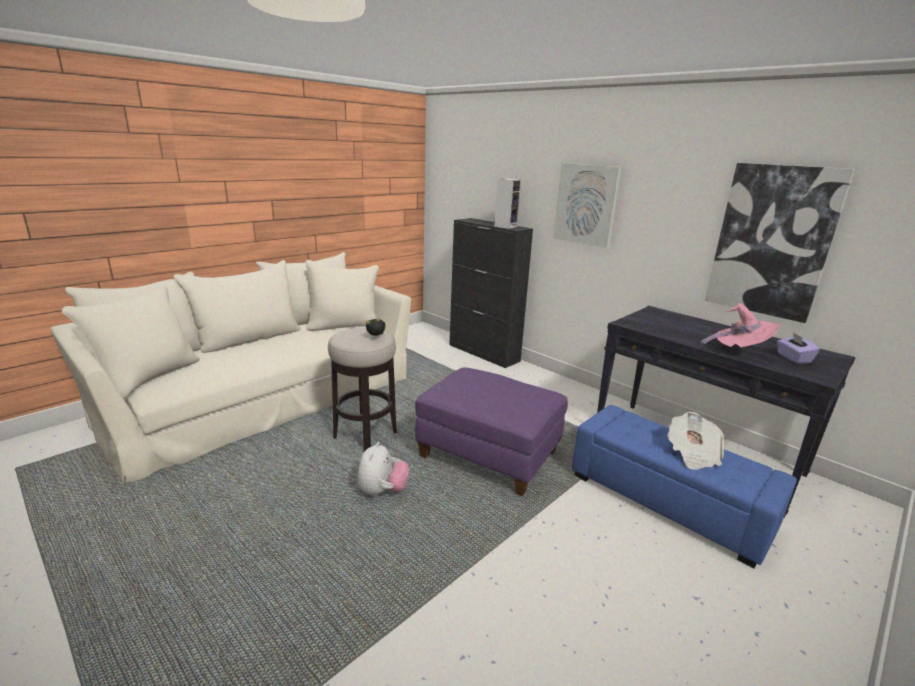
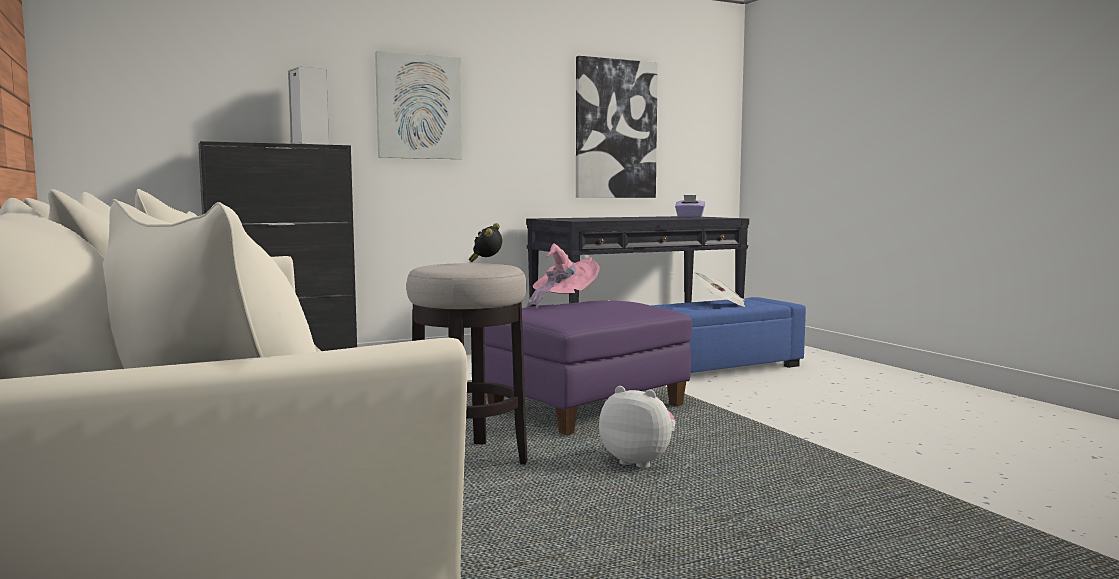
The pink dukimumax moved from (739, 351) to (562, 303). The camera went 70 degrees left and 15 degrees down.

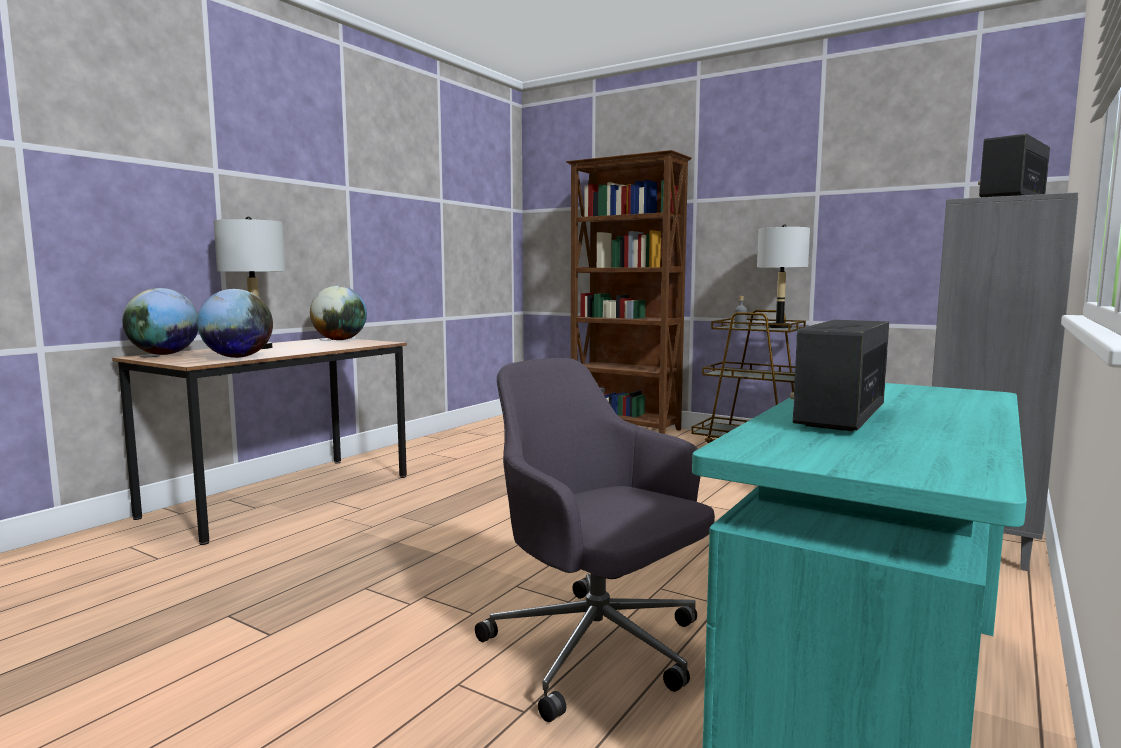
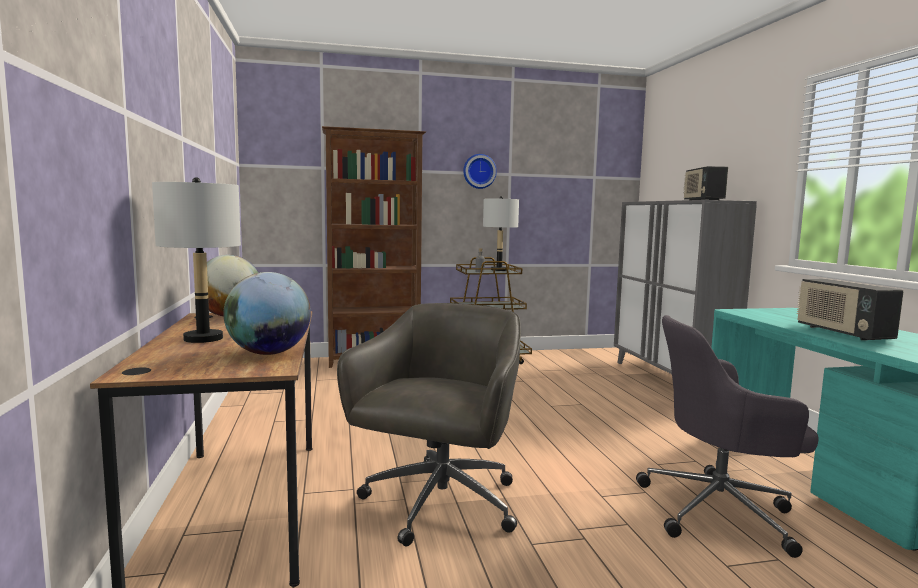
The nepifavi at (164, 354) disappeared. The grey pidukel at (439, 505) appeared. The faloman at (479, 171) appeared. The camera went 45 degrees left and 0 degrees up.

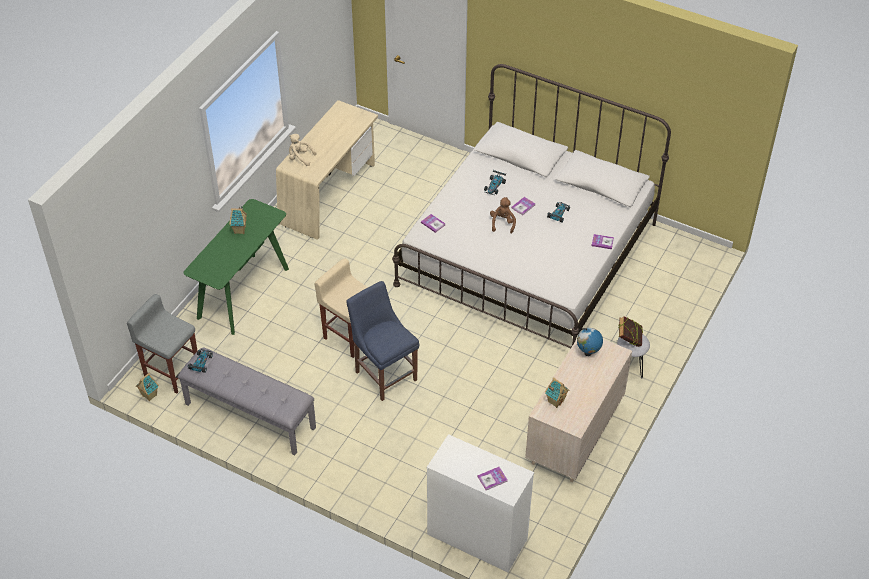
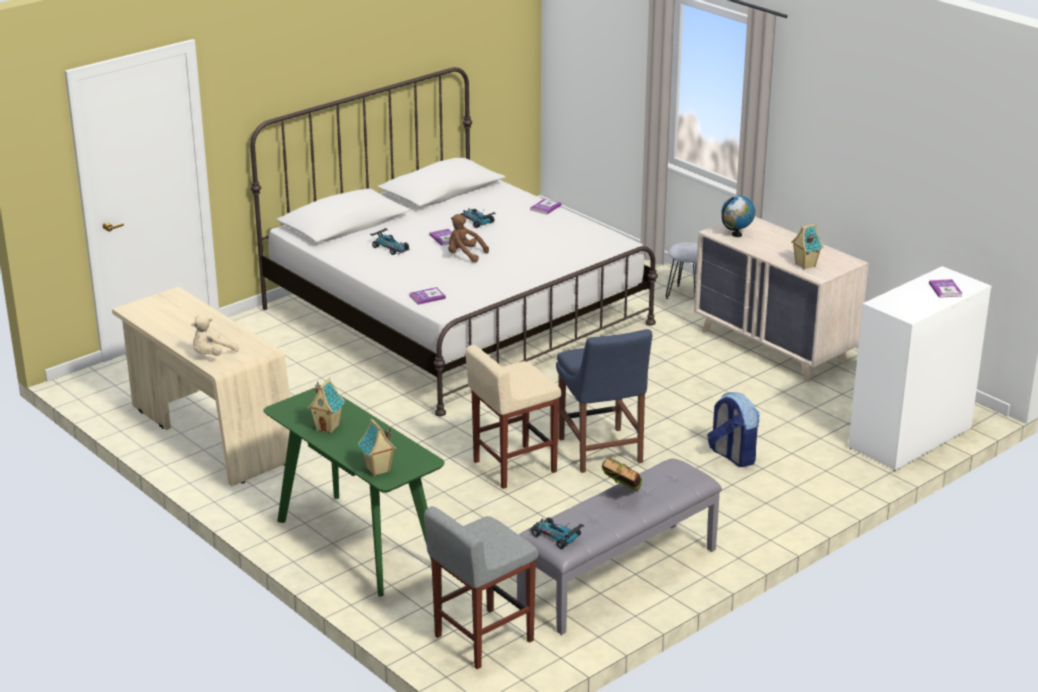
The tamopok moved from (149, 396) to (378, 470). The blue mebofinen at (384, 373) turned 90 degrees counterclockwise. The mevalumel moved from (629, 340) to (621, 494). The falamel at (732, 456) appeared. The camera went 70 degrees left and 20 degrees down.

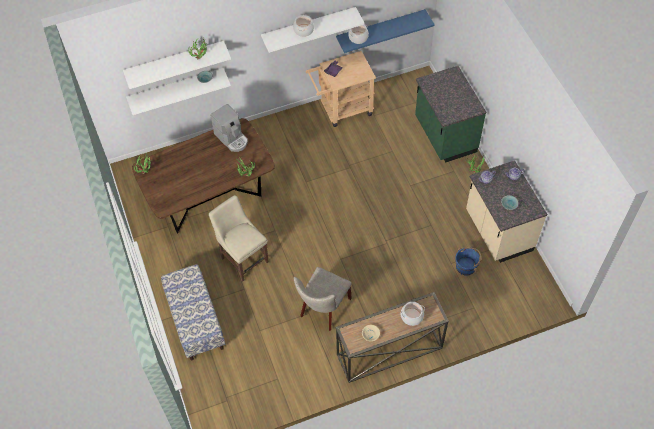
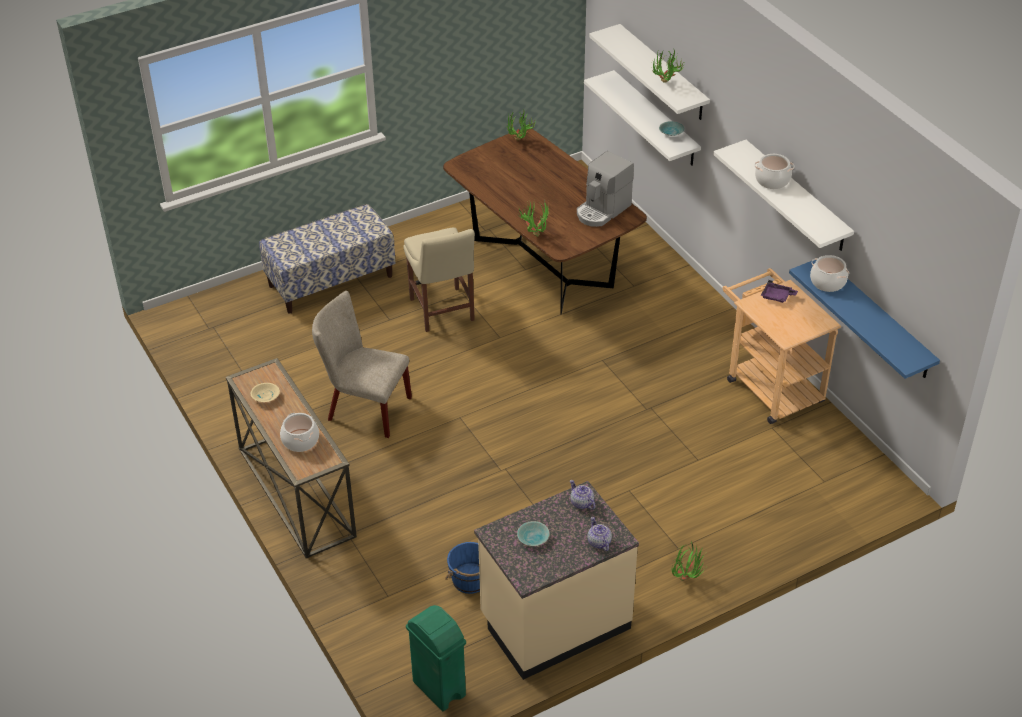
The beige mebofinen at (243, 258) turned 120 degrees clockwise. The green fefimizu at (444, 136) disappeared. The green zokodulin at (439, 689) appeared. The camera went 80 degrees right and 15 degrees down.

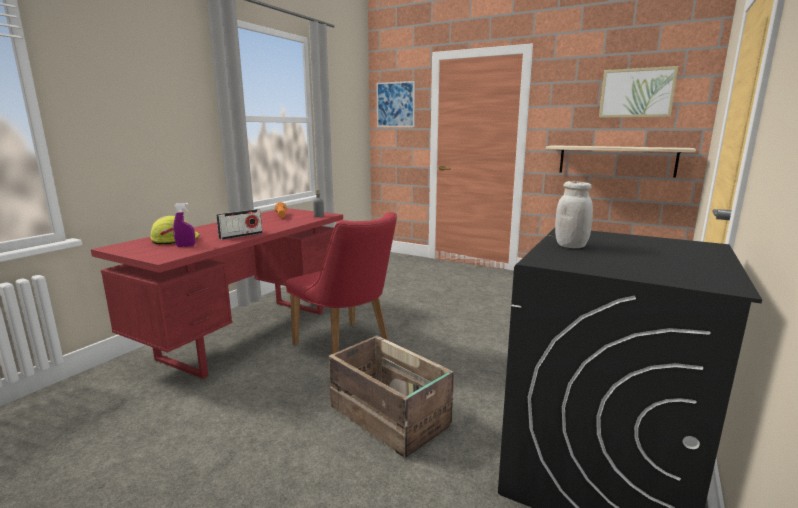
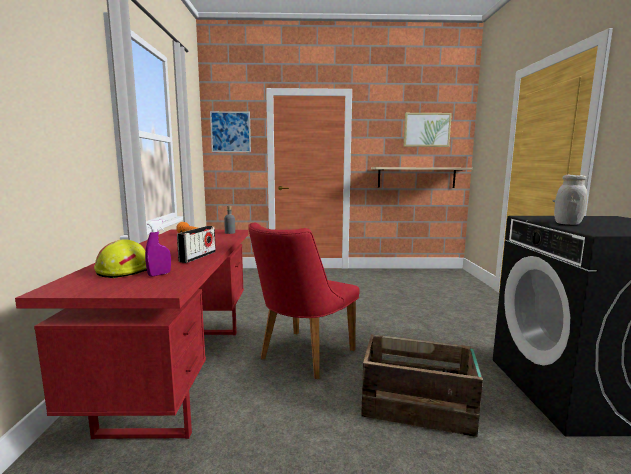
The red mebofinen at (347, 346) turned 105 degrees clockwise. The camera went 30 degrees left and 5 degrees down.

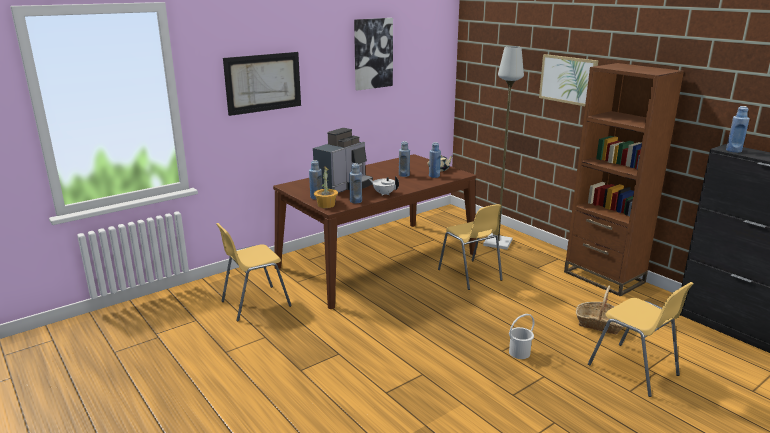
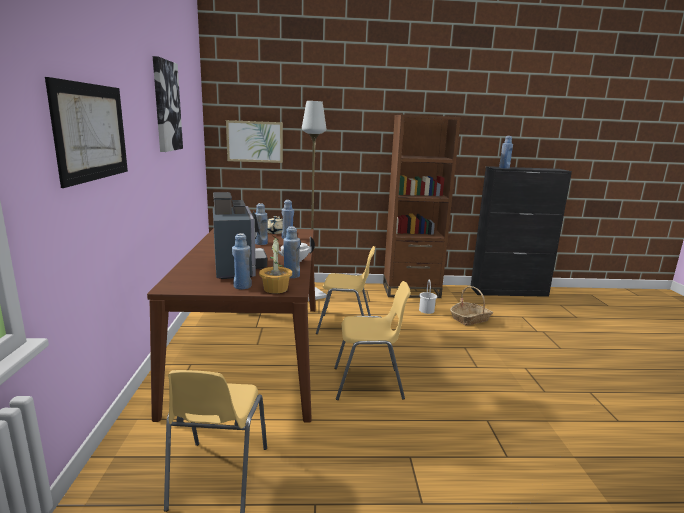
The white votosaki moved from (519, 352) to (426, 310). The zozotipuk moved from (568, 79) to (255, 141). The yellow mebofinen moved from (634, 370) to (368, 384). The camera went 55 degrees left and 5 degrees down.

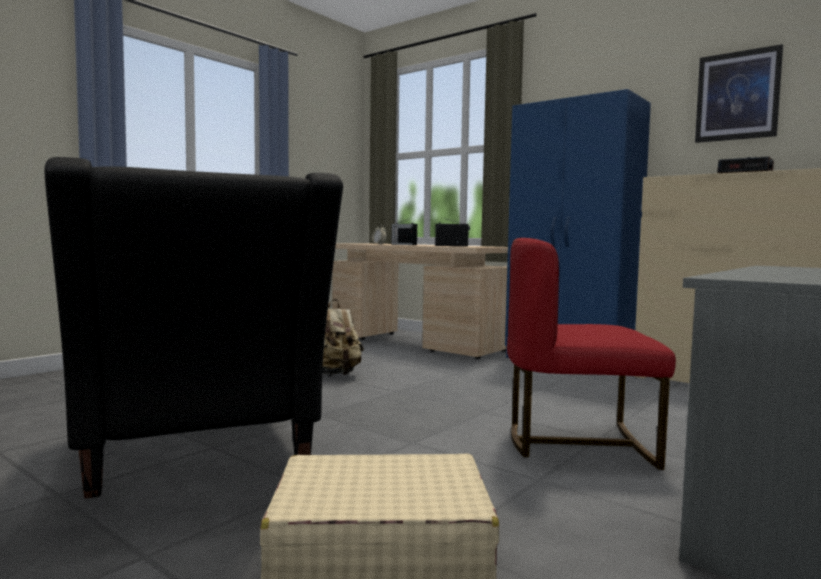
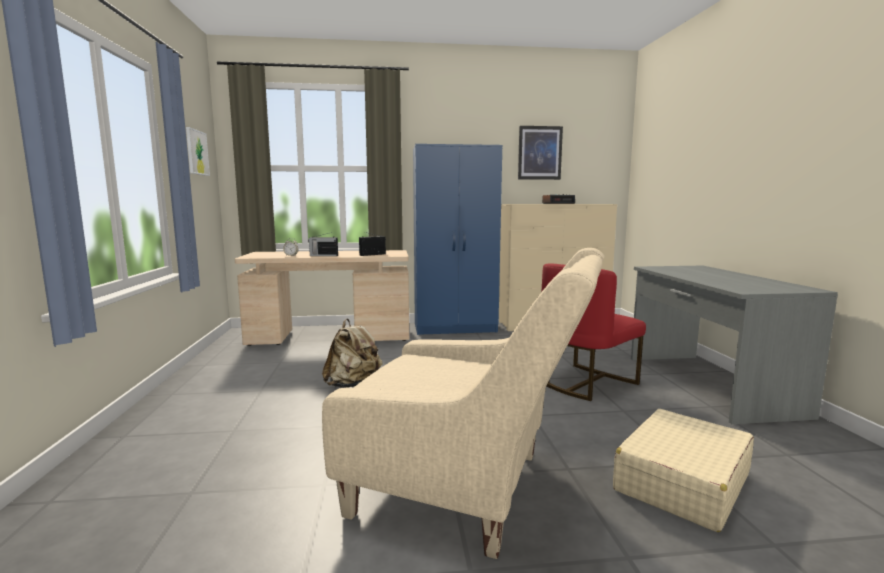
The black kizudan at (199, 460) became the beige kizudan at (471, 489). The zozotipuk at (197, 152) appeared. The camera went 45 degrees left and 5 degrees up.

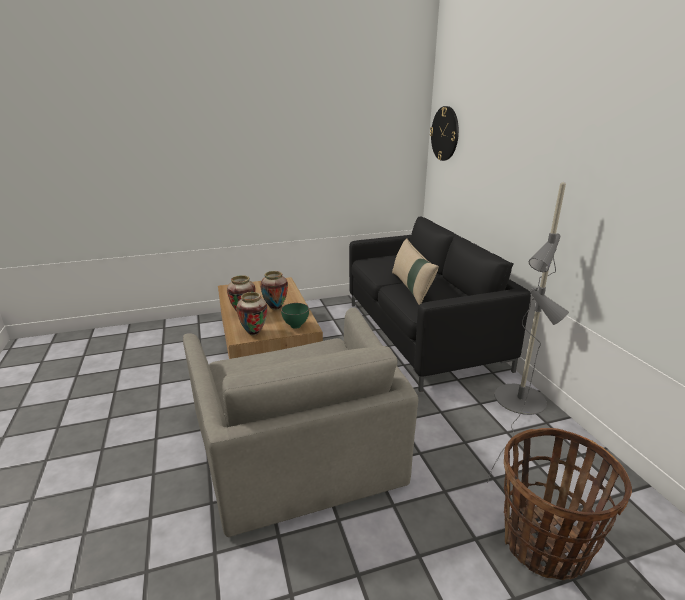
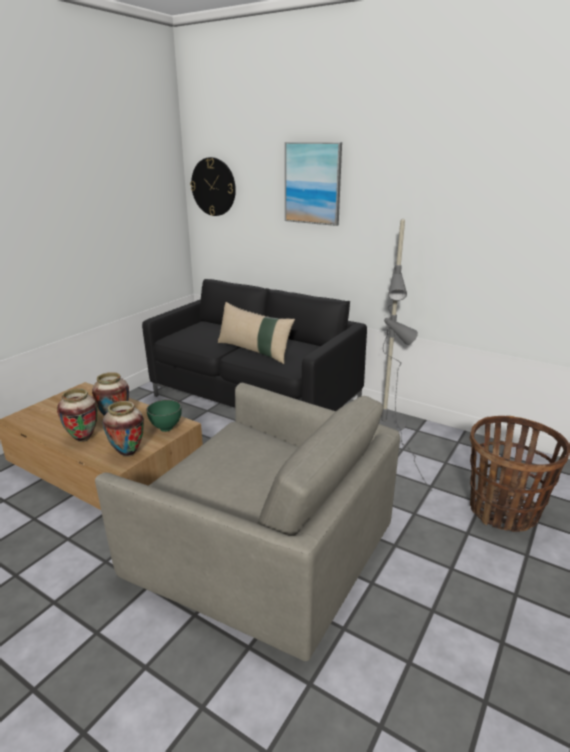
The zozotipuk at (313, 183) appeared. The camera went 40 degrees left and 0 degrees up.

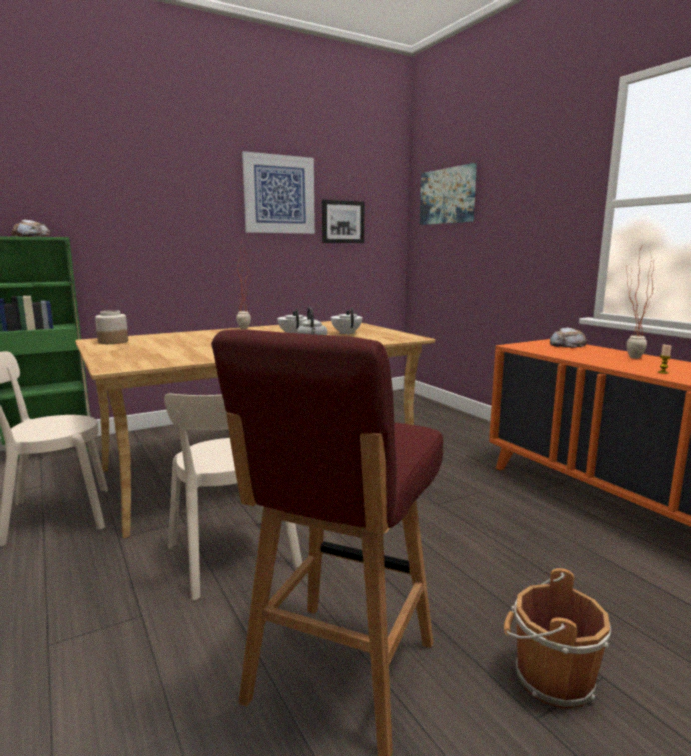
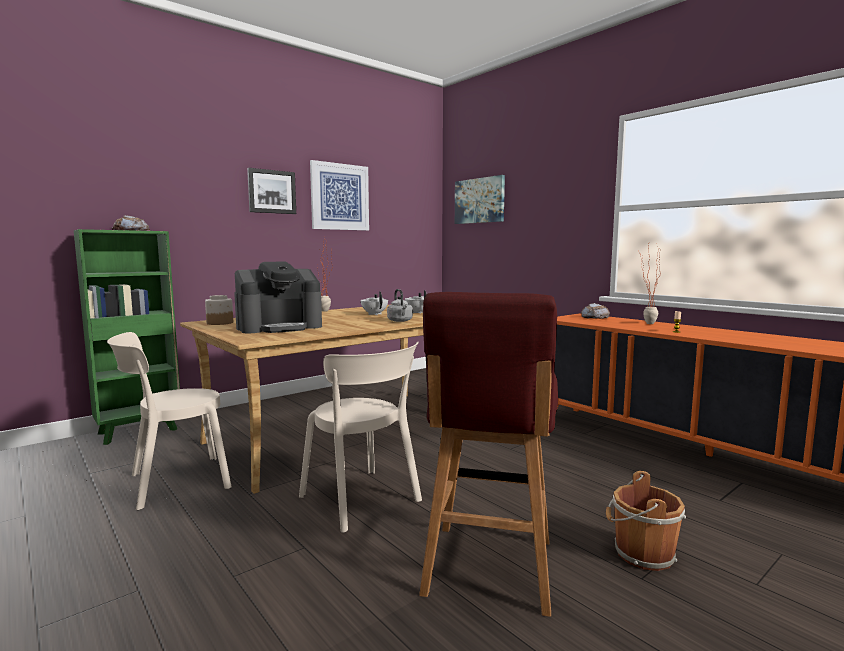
The zozotipuk moved from (342, 222) to (271, 191). The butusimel at (279, 327) appeared. The camera went 10 degrees left and 5 degrees down.

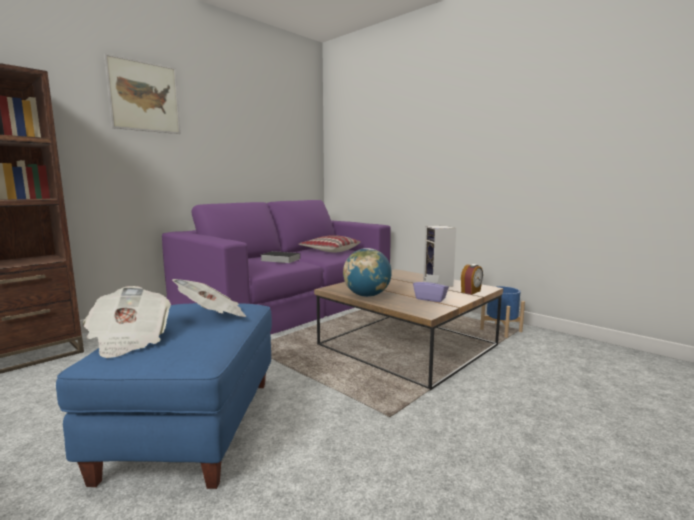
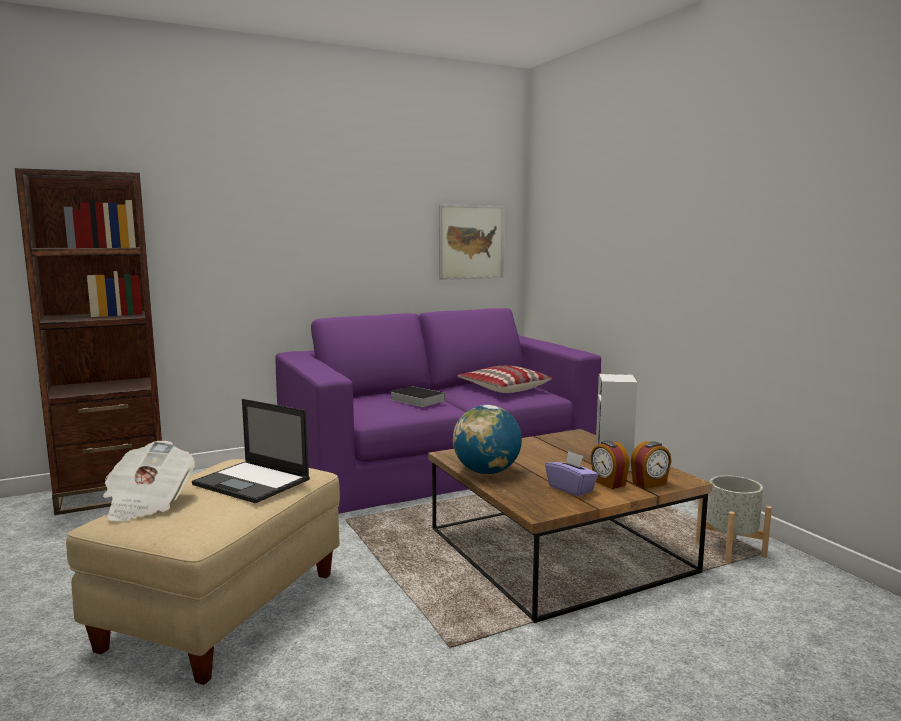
The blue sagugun at (192, 425) became the beige sagugun at (222, 609). The zozotipuk moved from (144, 96) to (471, 242). The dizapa at (212, 315) was replaced by the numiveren at (253, 482). The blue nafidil at (500, 330) became the grey nafidil at (730, 549). The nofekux at (608, 483) appeared. The camera went 20 degrees right and 0 degrees up.

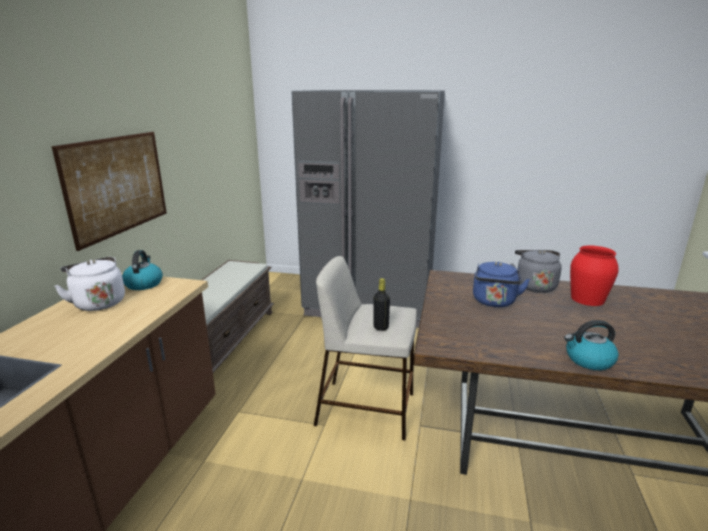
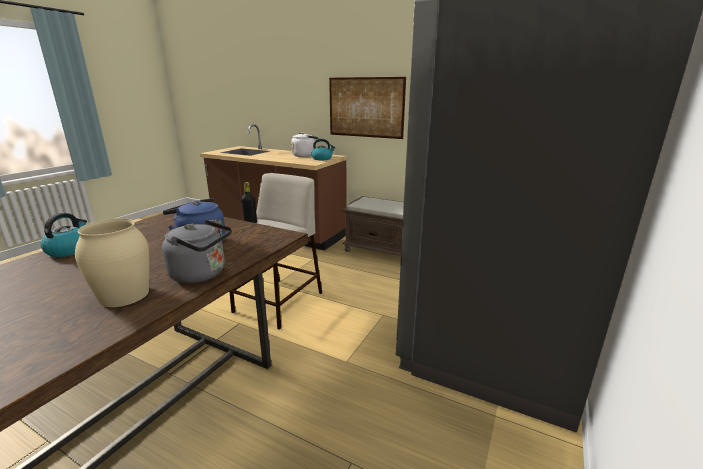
The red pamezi at (587, 299) became the beige pamezi at (124, 295). The camera went 105 degrees right and 0 degrees up.

